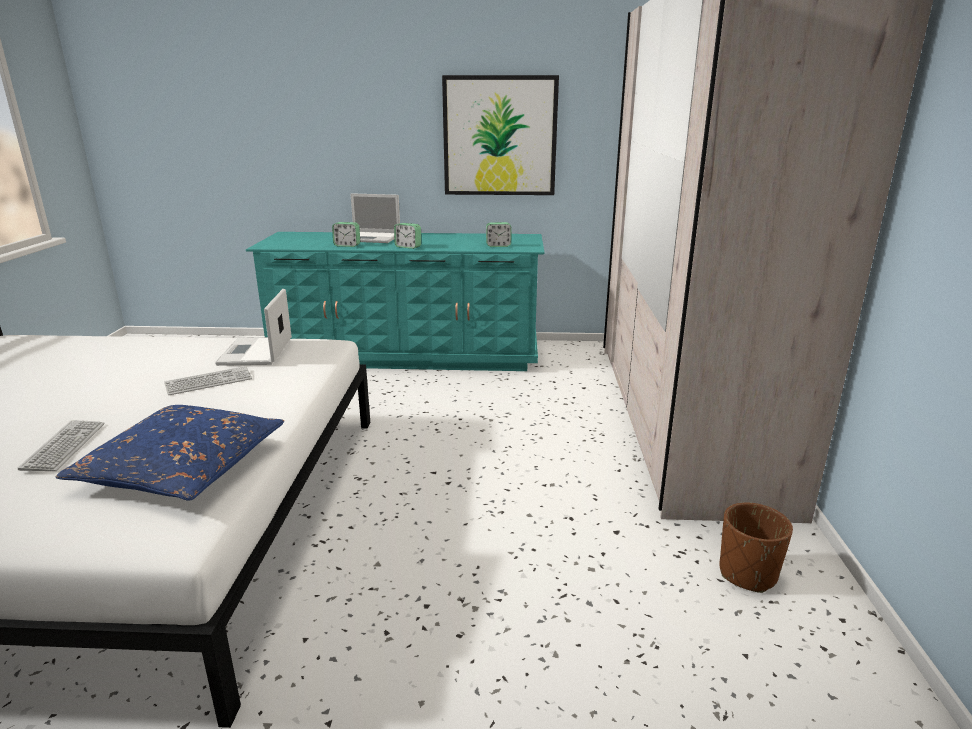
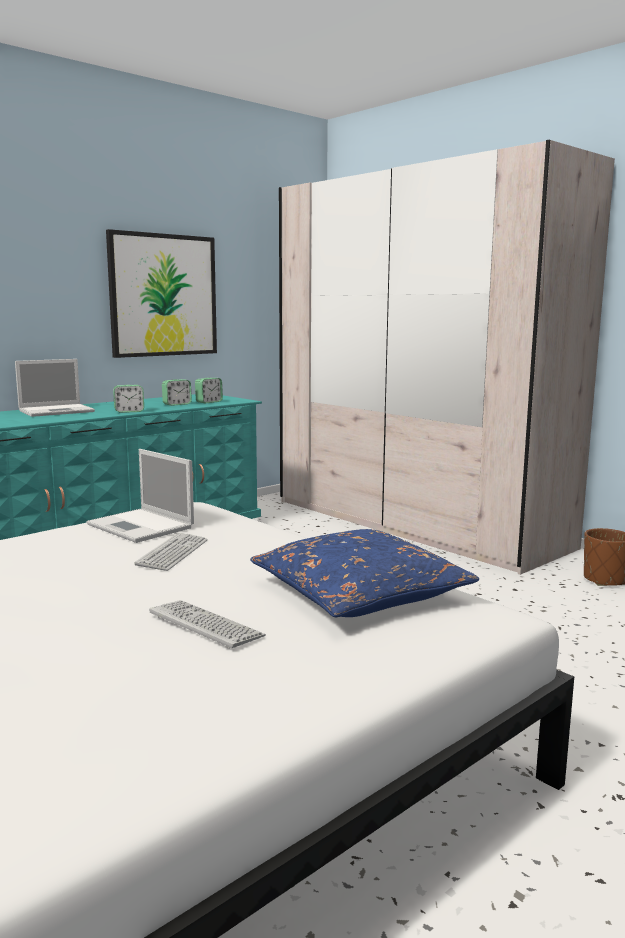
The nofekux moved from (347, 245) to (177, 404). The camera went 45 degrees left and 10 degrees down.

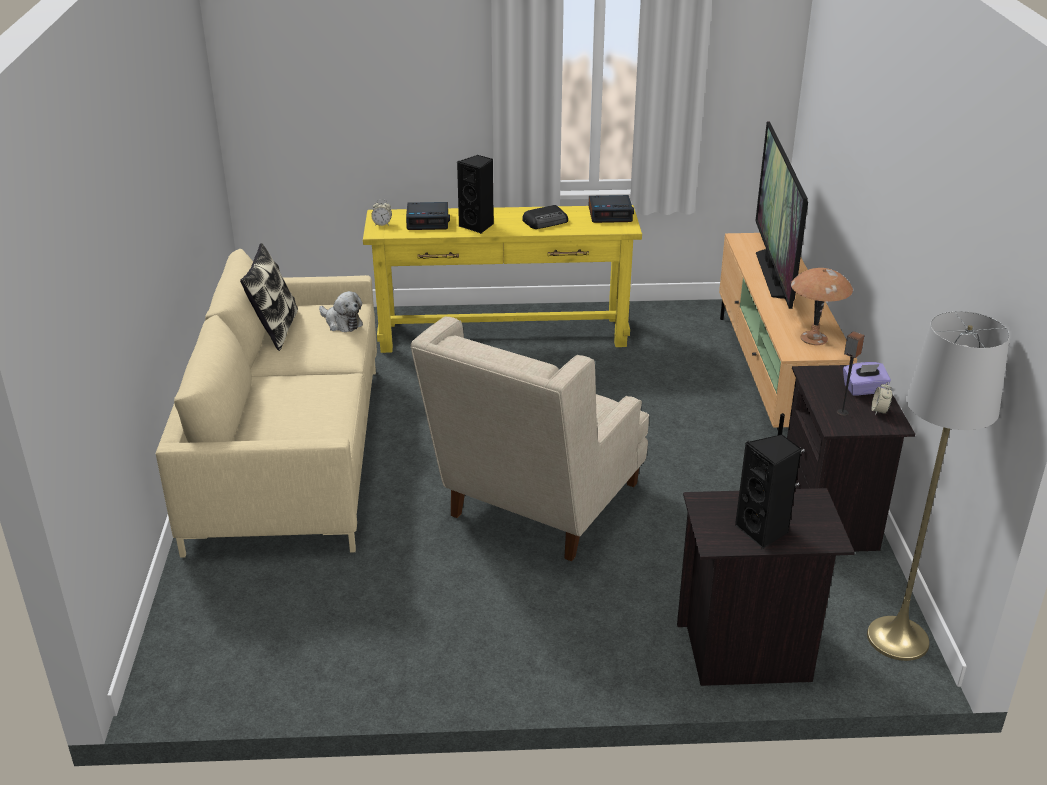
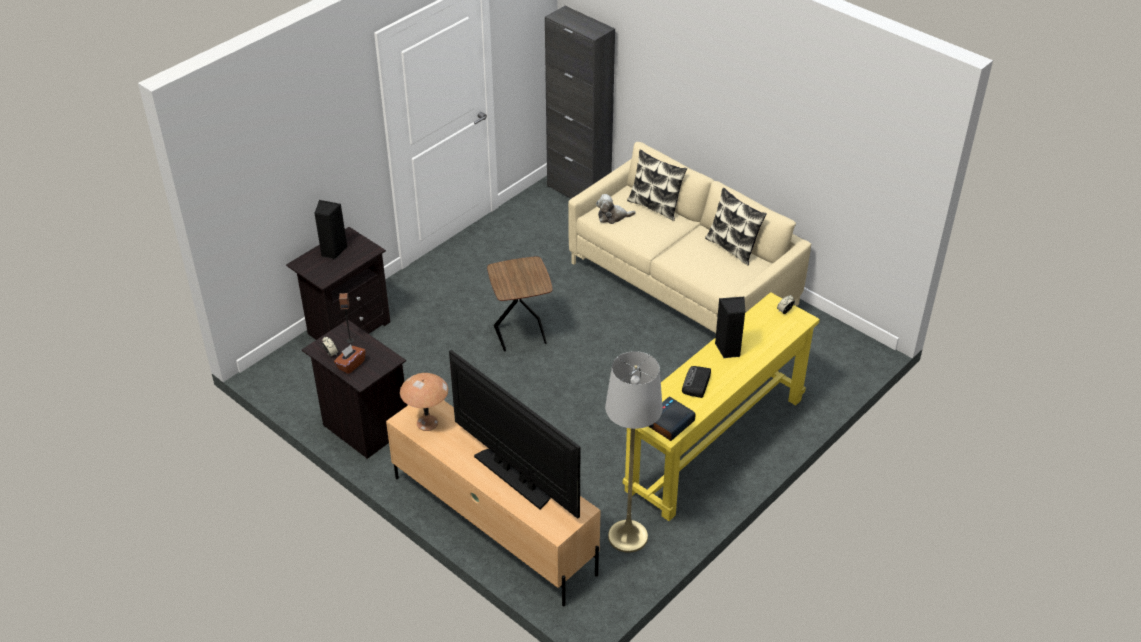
The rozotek moved from (342, 323) to (612, 216). The nofekux at (428, 221) disappeared. The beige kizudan at (537, 508) was replaced by the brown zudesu at (521, 335). The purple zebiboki at (864, 390) became the brown zebiboki at (350, 365). The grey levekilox moved from (898, 638) to (627, 536). The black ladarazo at (578, 192) appeared. The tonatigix at (655, 206) appeared. The camera went 135 degrees right and 10 degrees up.

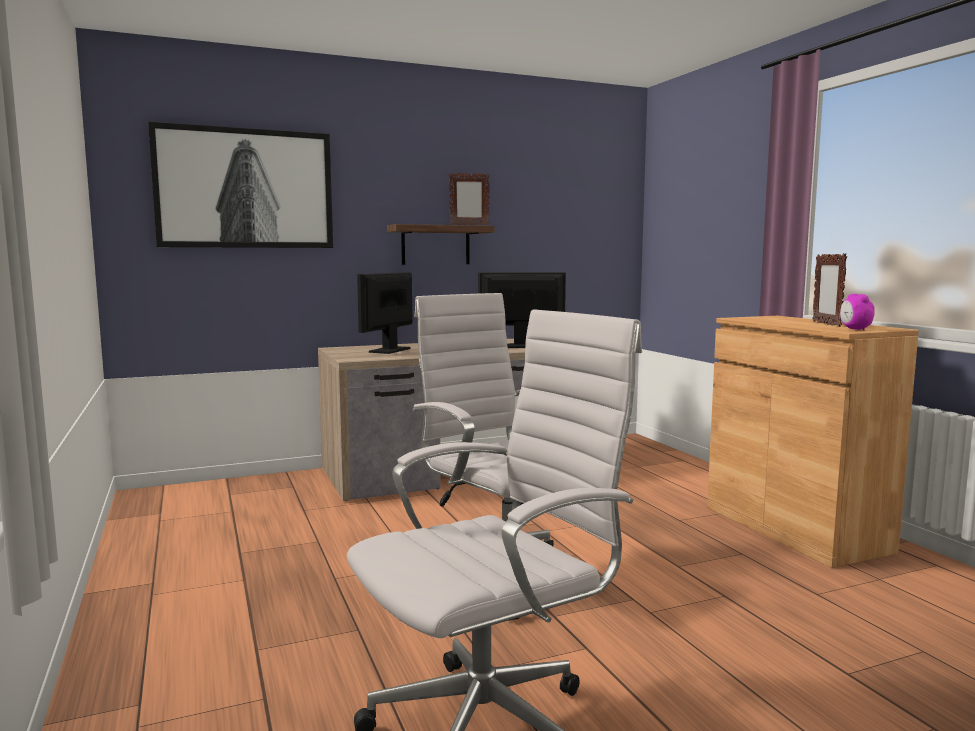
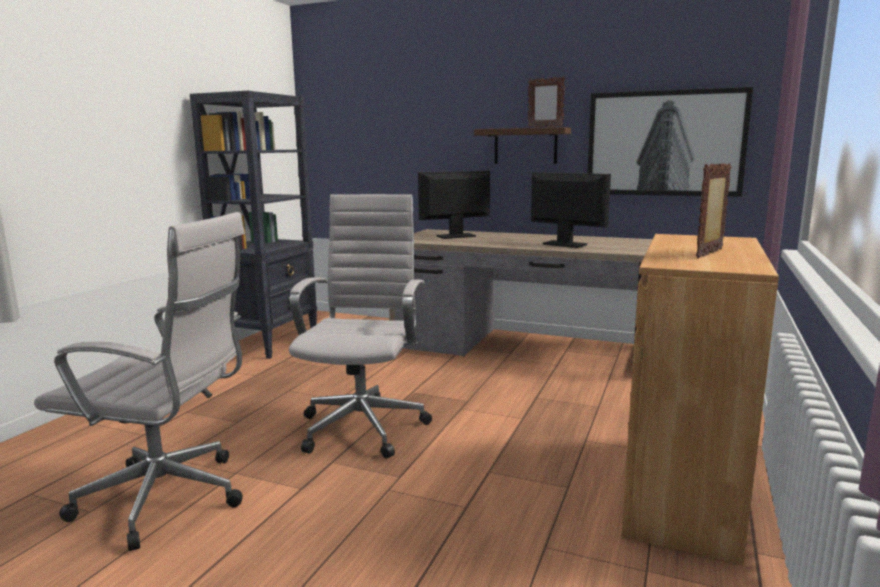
The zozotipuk moved from (245, 188) to (664, 143). The nofekux at (855, 329) disappeared. The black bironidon at (270, 342) appeared. The camera went 45 degrees right and 5 degrees up.

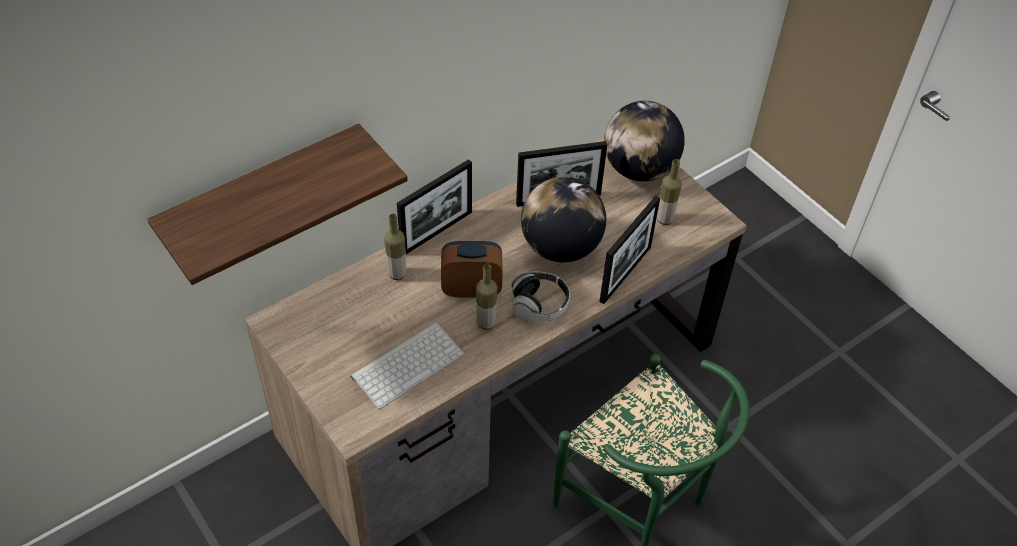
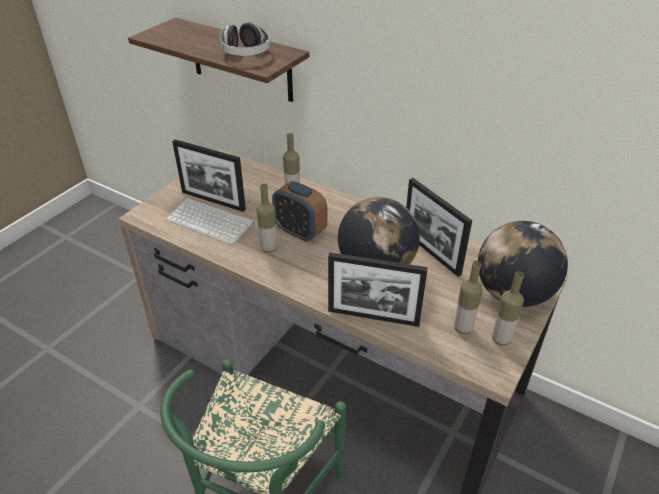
The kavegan moved from (436, 232) to (213, 201). The nofekux at (471, 288) turned 150 degrees clockwise. The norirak moved from (539, 305) to (246, 54). The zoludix at (501, 339) appeared. The camera went 70 degrees right and 10 degrees down.

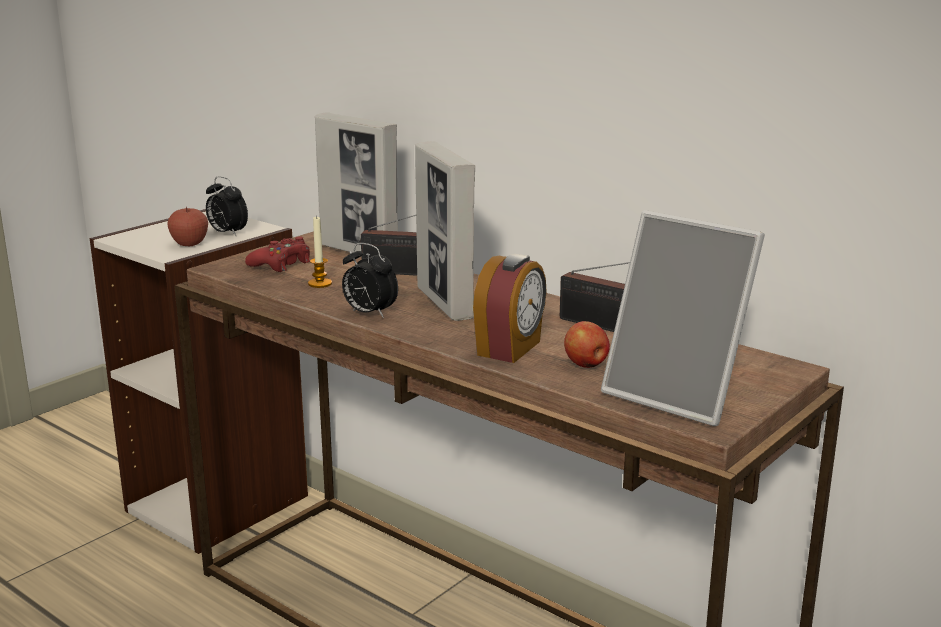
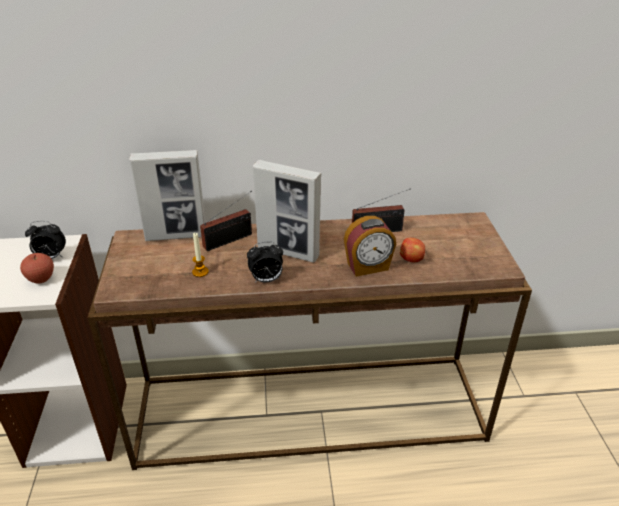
The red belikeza at (281, 264) disappeared. The nofekux at (510, 348) turned 90 degrees clockwise. The kavegan at (679, 395) disappeared. The camera went 45 degrees left and 15 degrees up.

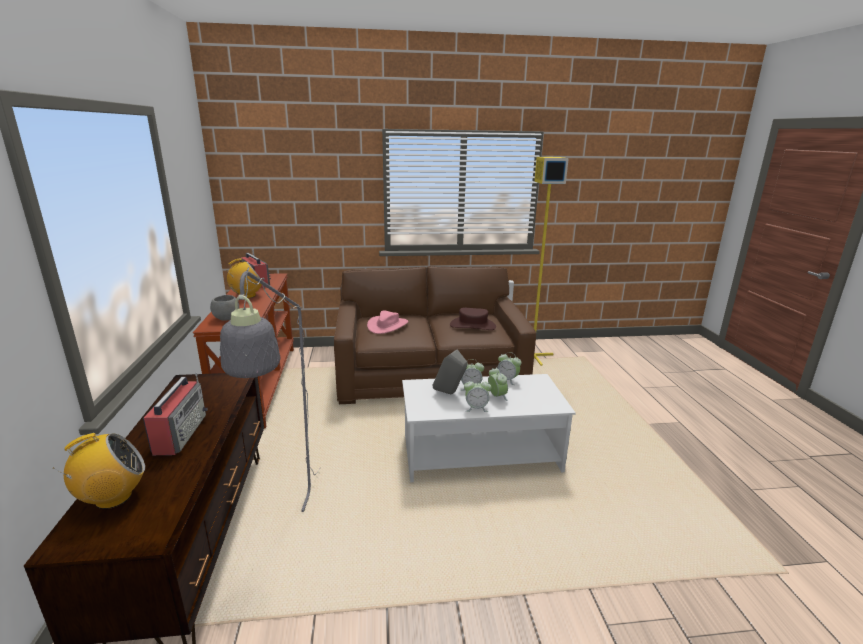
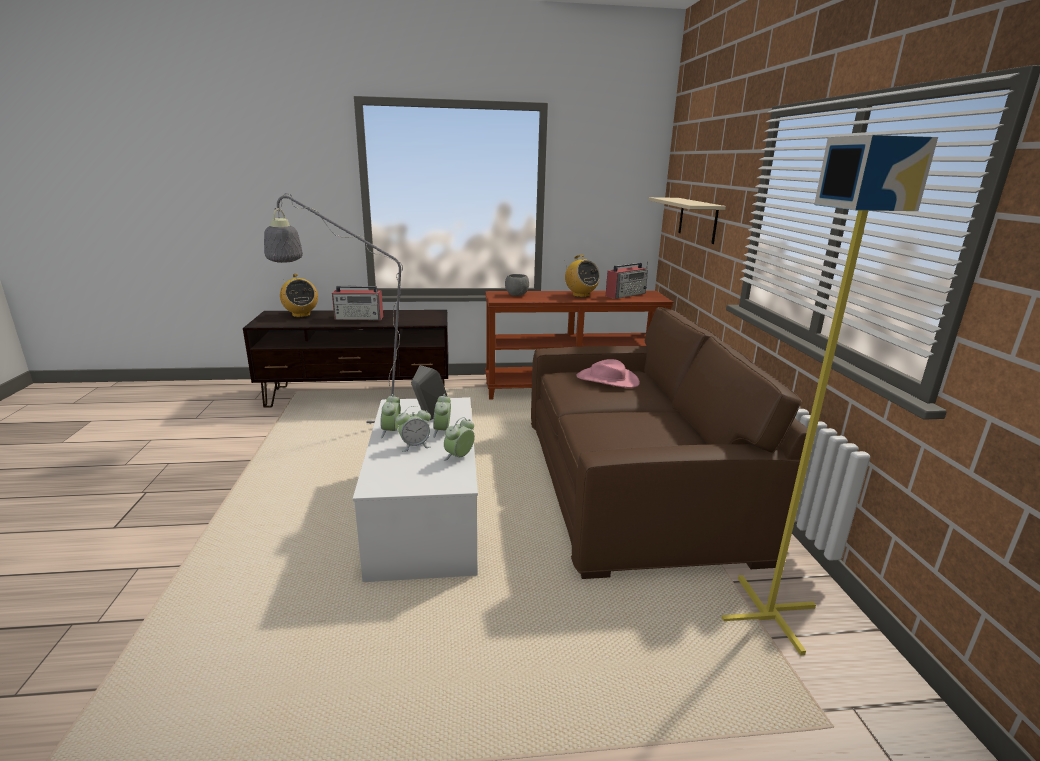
The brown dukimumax at (472, 325) disappeared. The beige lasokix at (697, 220) appeared. The camera went 90 degrees right and 0 degrees up.

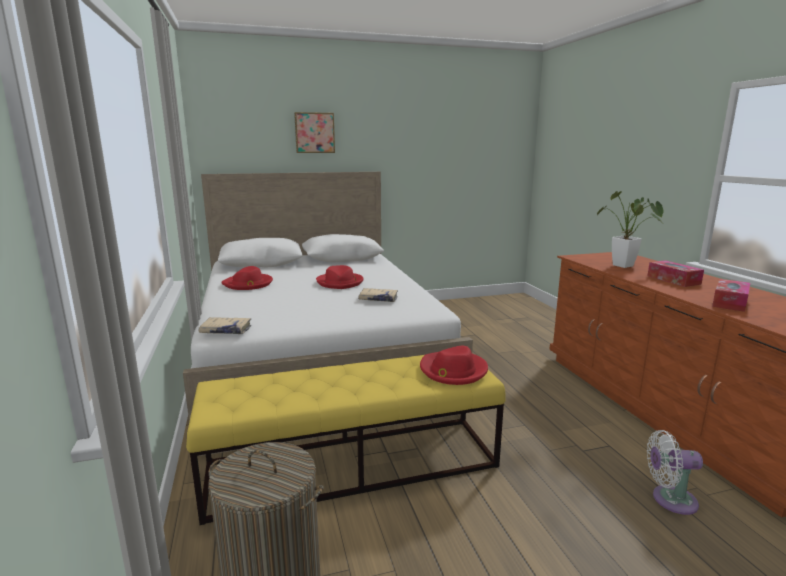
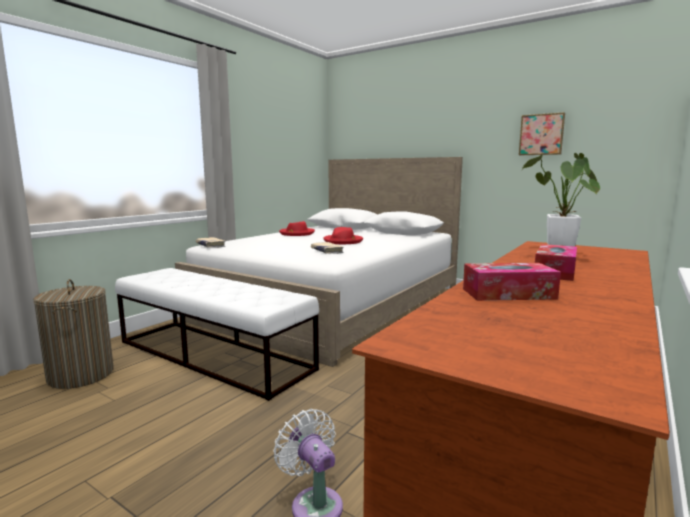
The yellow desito at (353, 465) became the white desito at (213, 355). The zozotipuk moved from (314, 133) to (541, 134). The red dukimumax at (453, 370) disappeared. The camera went 50 degrees right and 5 degrees down.

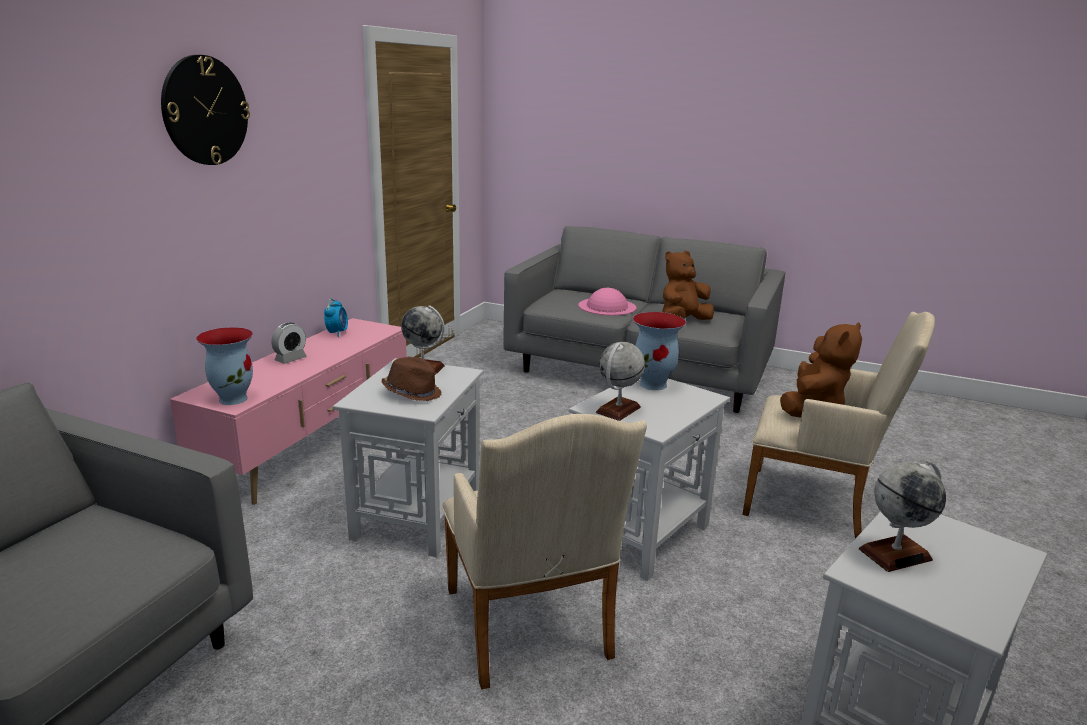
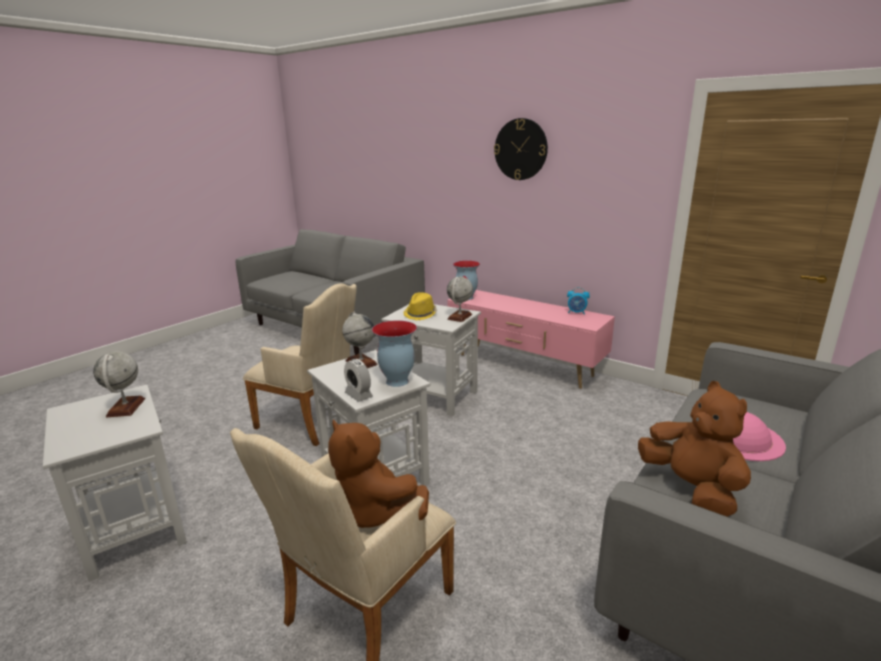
The nofekux moved from (290, 359) to (358, 395). The brown dukimumax at (412, 393) became the yellow dukimumax at (421, 314). The beige kizudan at (529, 631) turned 150 degrees counterclockwise. The camera went 105 degrees right and 0 degrees up.

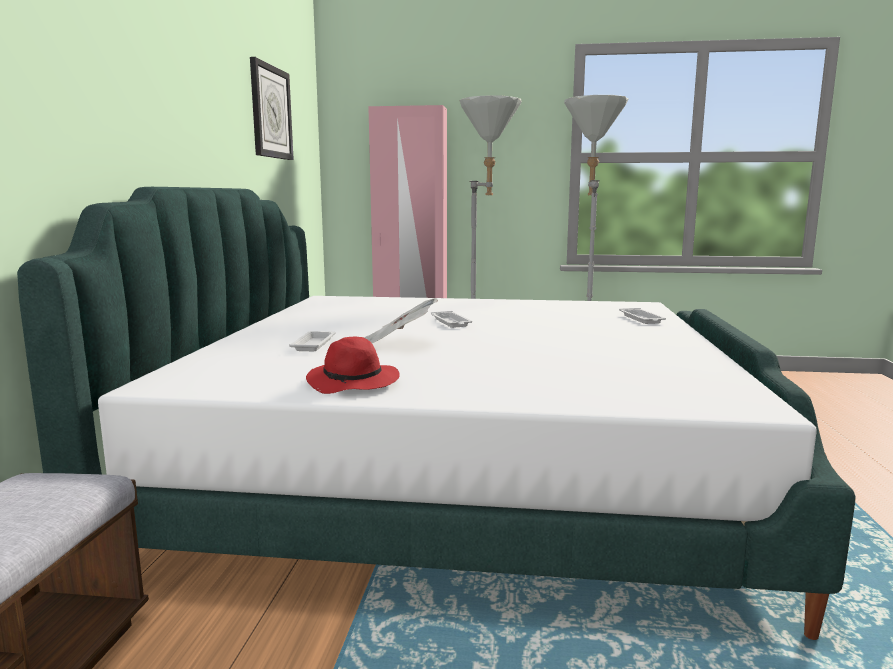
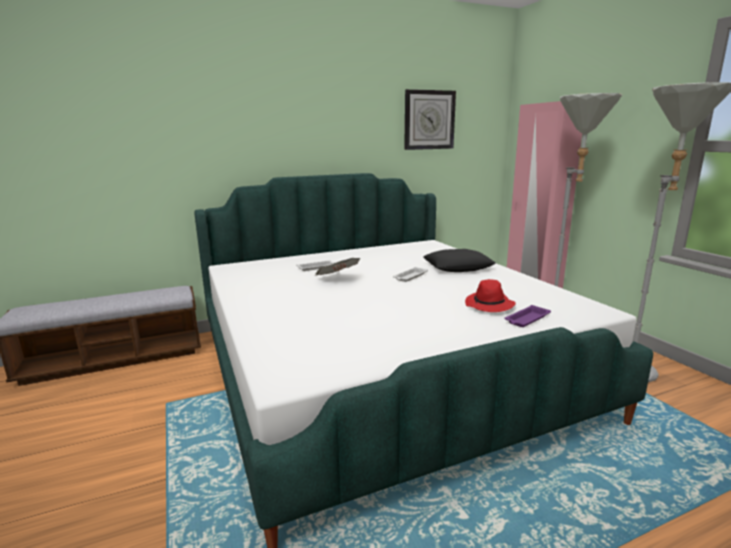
The red dukimumax moved from (354, 383) to (489, 305). The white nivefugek at (642, 319) became the purple nivefugek at (526, 319). The black tonatigix at (458, 267) appeared. The camera went 60 degrees right and 5 degrees up.

